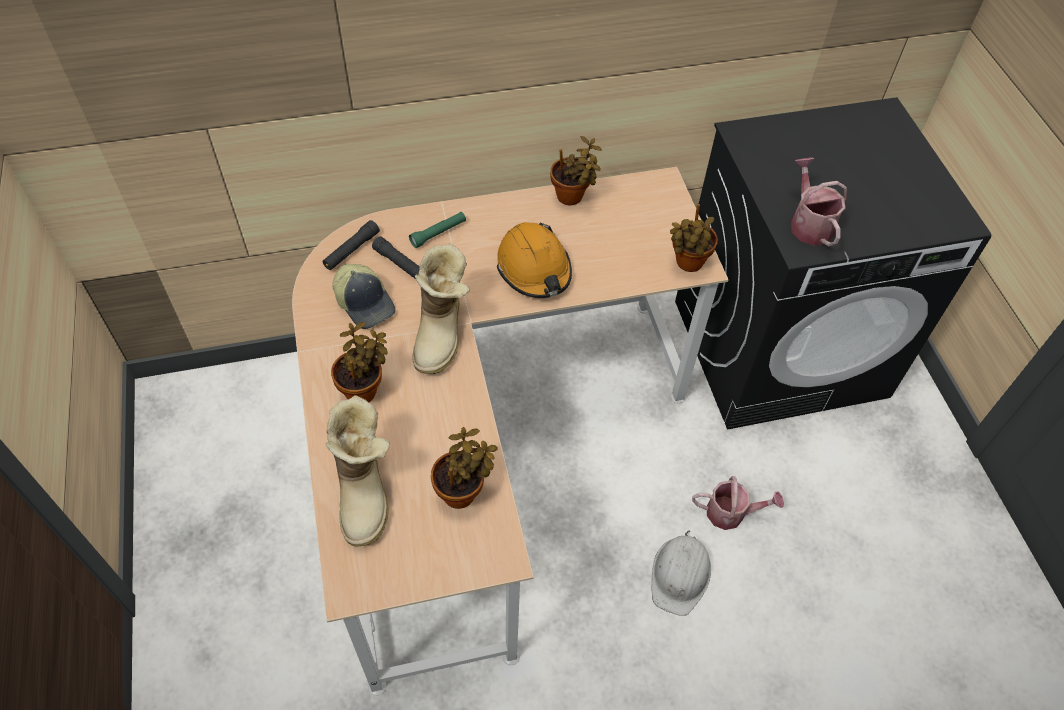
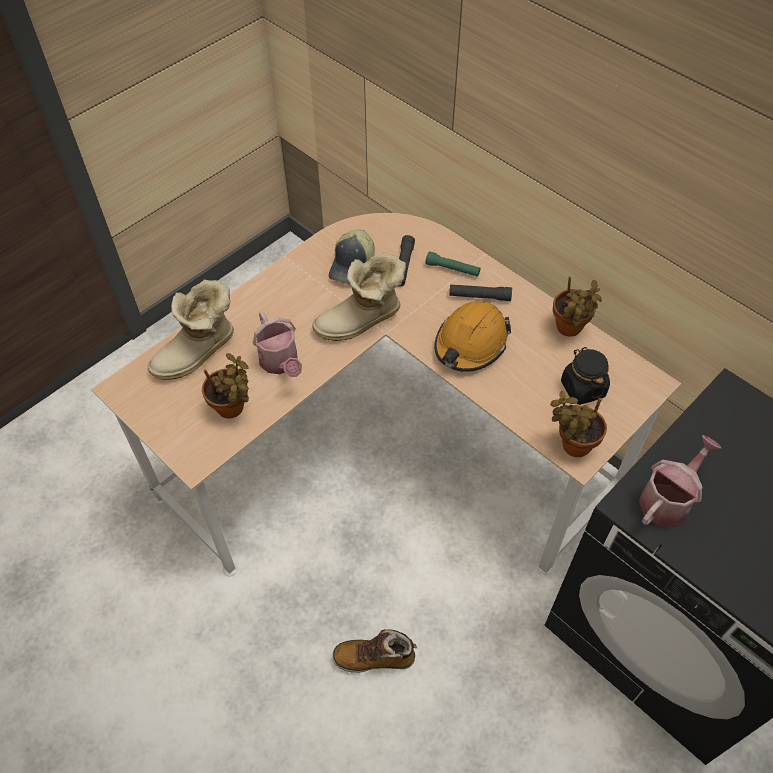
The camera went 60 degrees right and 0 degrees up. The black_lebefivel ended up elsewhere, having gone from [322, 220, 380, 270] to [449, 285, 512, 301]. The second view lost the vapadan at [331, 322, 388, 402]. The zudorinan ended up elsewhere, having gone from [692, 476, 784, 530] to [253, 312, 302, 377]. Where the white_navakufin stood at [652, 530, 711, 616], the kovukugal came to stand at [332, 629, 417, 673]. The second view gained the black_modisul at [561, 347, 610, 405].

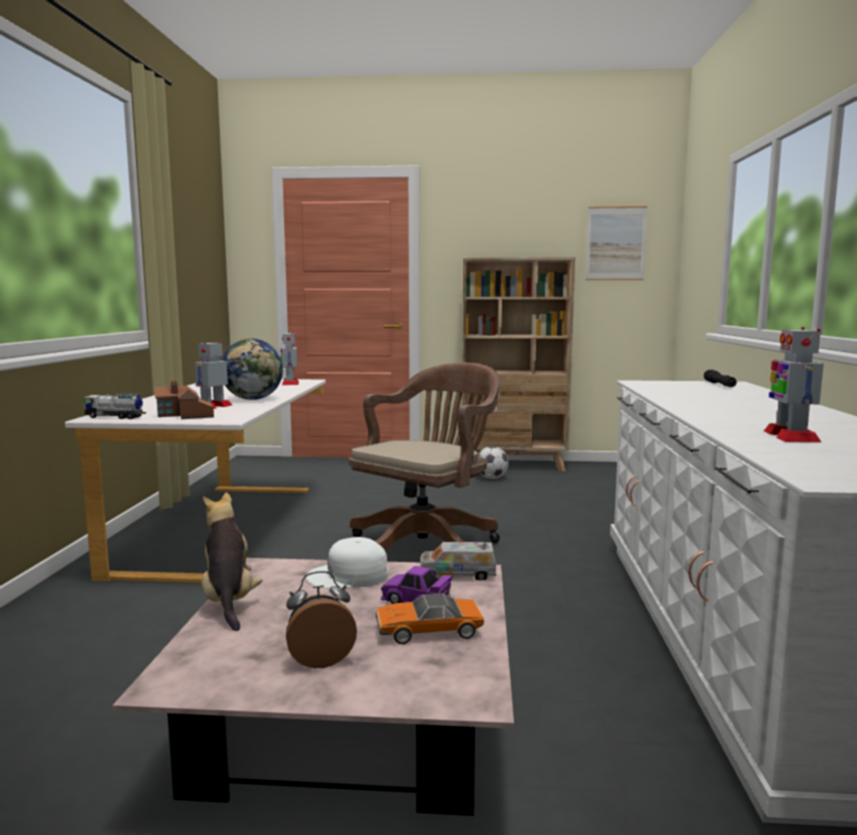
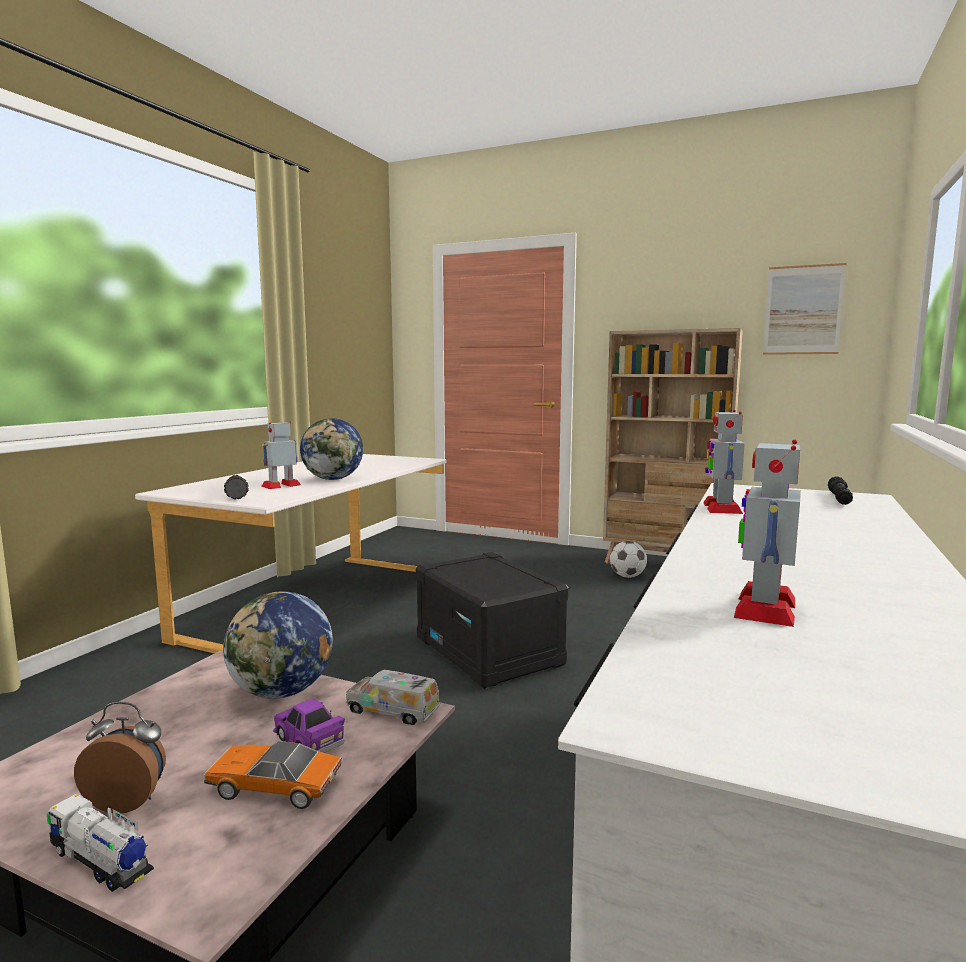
The camera went 20 degrees right and 0 degrees up. The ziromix ended up elsewhere, having gone from [280, 332, 299, 385] to [703, 410, 745, 514]. Where the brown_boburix stood at [349, 362, 500, 551], the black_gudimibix came to stand at [416, 552, 569, 689]. Where the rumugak stood at [154, 381, 214, 419], the lebefivel came to stand at [224, 475, 249, 499]. The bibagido ended up elsewhere, having gone from [83, 393, 146, 419] to [47, 794, 154, 892]. The second view lost the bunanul at [201, 492, 263, 631]. Where the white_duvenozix stood at [306, 537, 388, 589], the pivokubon came to stand at [223, 591, 333, 699].

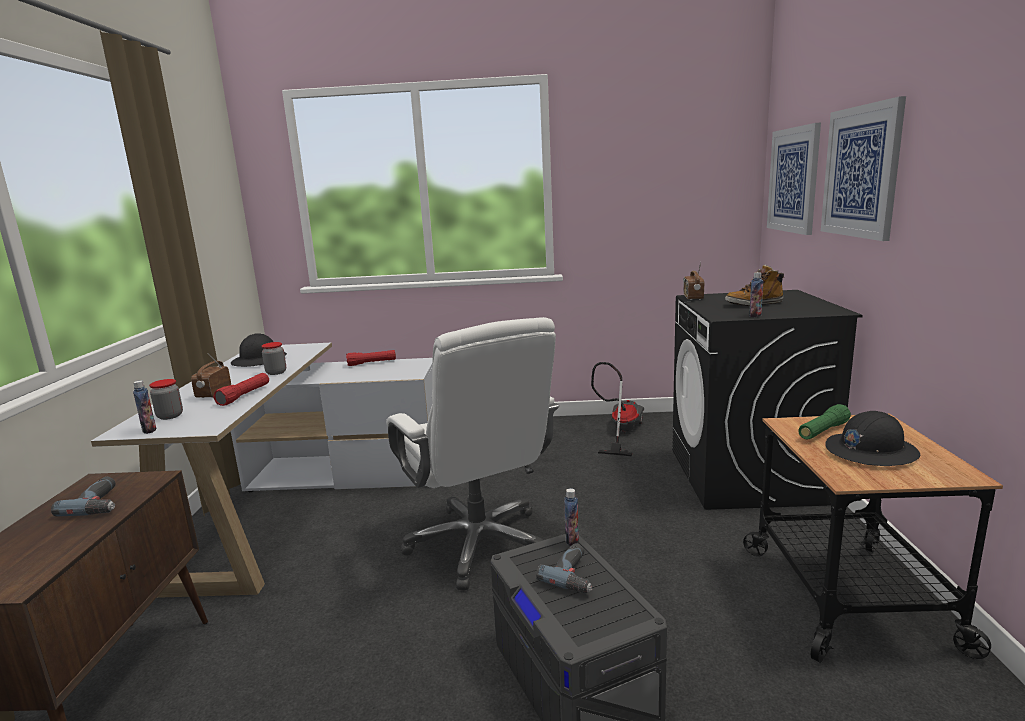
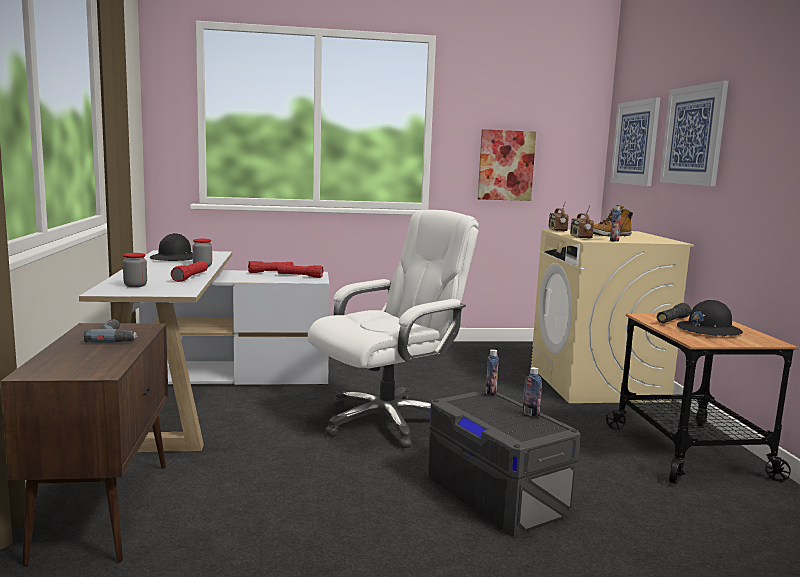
The camera went 10 degrees left and 5 degrees down. What was the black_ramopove at [672, 290, 863, 510] turned into the beige_ramopove at [531, 229, 694, 403]. The white_boburix at [386, 317, 559, 590] ended up facing another way, 90 degrees counterclockwise from before. The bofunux ended up elsewhere, having gone from [191, 353, 231, 398] to [570, 204, 594, 239]. The second view lost the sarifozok at [591, 362, 644, 456]. The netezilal ended up elsewhere, having gone from [133, 380, 156, 434] to [523, 367, 542, 417]. What was the green_lebefivel at [798, 404, 851, 440] turned into the black_lebefivel at [657, 303, 691, 323]. The second view lost the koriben at [536, 543, 593, 593]. The second view gained the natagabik at [478, 129, 536, 201]. The second view gained the red_lebefivel at [277, 264, 324, 278].

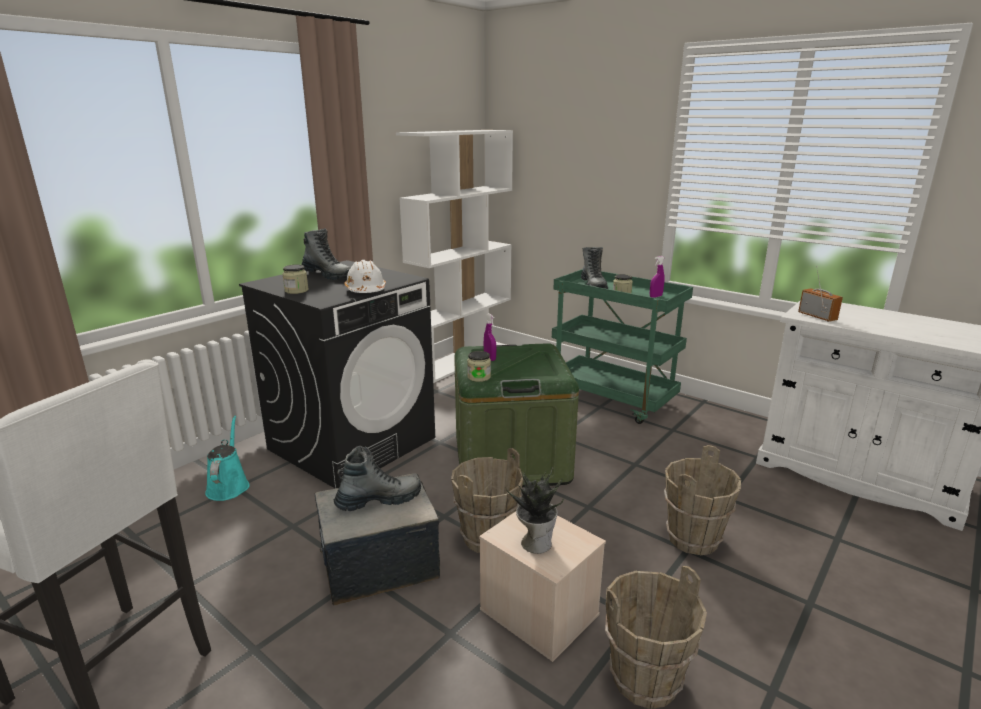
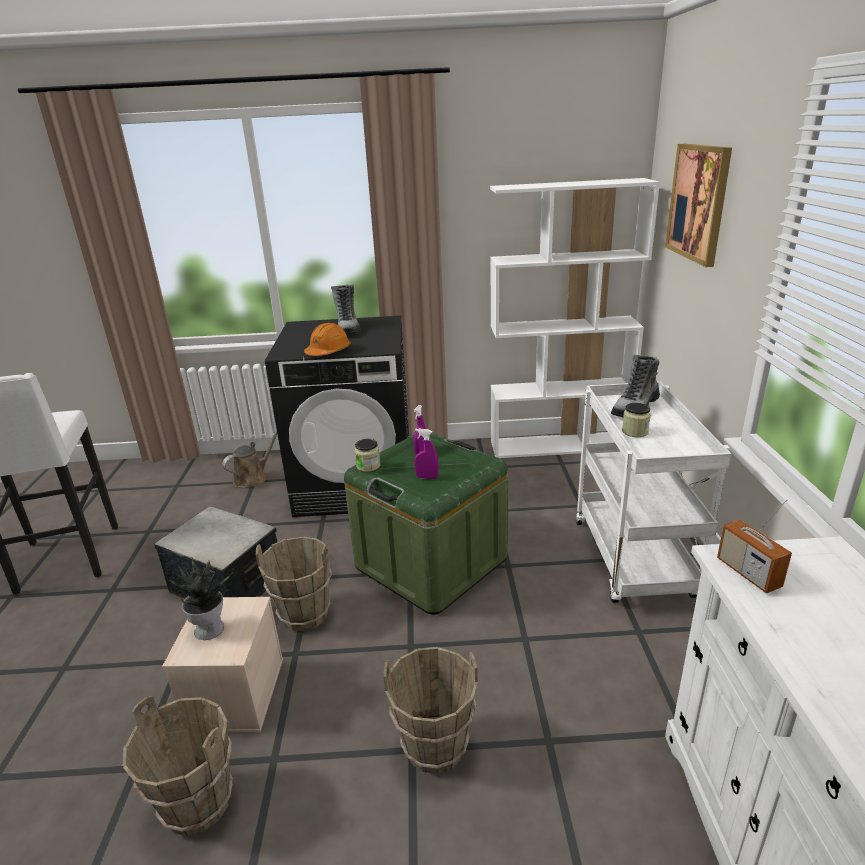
The camera went 50 degrees right and 5 degrees up. The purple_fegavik ended up elsewhere, having gone from [650, 256, 664, 298] to [414, 428, 438, 479]. What was the white_navakufin at [344, 260, 386, 293] turned into the orange_navakufin at [304, 323, 351, 356]. The second view lost the modisul at [282, 264, 308, 294]. The bofunux at [798, 266, 843, 322] ended up facing another way, 135 degrees clockwise from before. What was the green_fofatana at [552, 269, 693, 424] turned into the white_fofatana at [576, 381, 731, 603]. What was the turquoise_zudorinan at [205, 416, 250, 501] turned into the brown_zudorinan at [222, 430, 277, 488]. The second view lost the kovukugal at [333, 446, 421, 511]. The second view gained the natagabik at [665, 144, 732, 267].

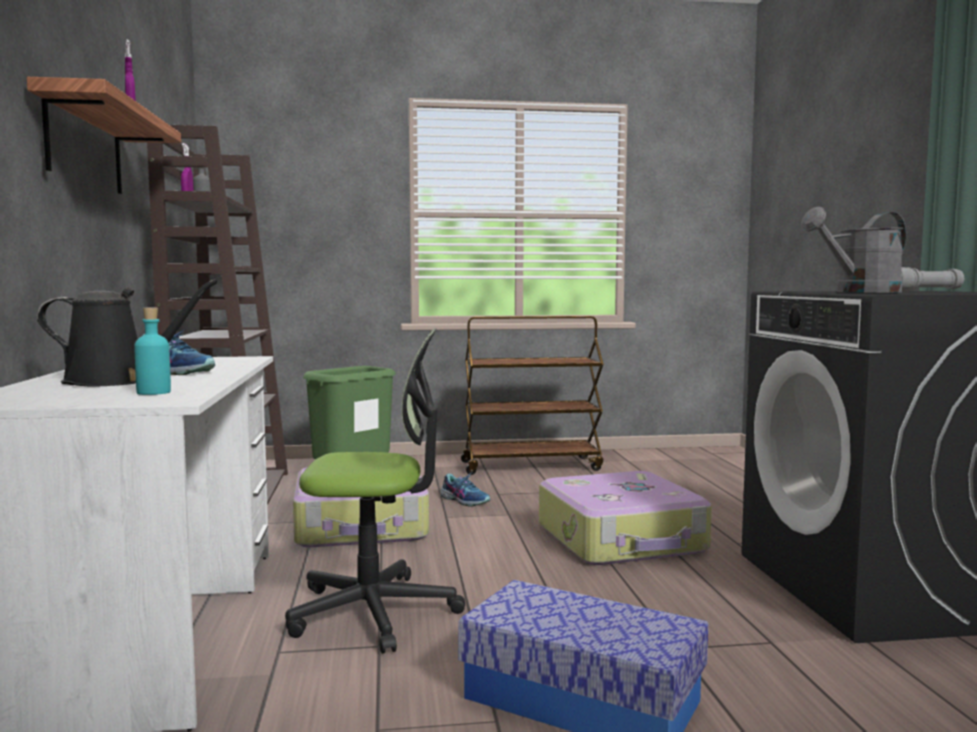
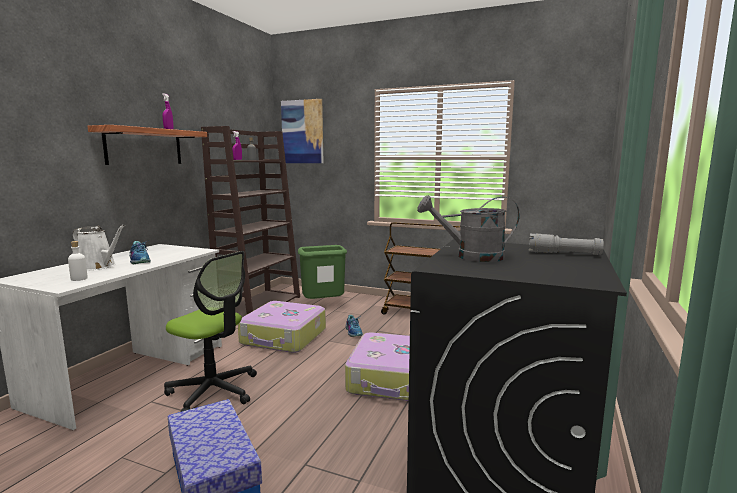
The camera went 30 degrees right and 5 degrees up. What was the black_zudorinan at [37, 279, 218, 386] turned into the white_zudorinan at [73, 225, 125, 271]. What was the turquoise_netezilal at [134, 308, 171, 395] turned into the white_netezilal at [68, 241, 88, 281]. The second view gained the natagabik at [281, 99, 324, 163].

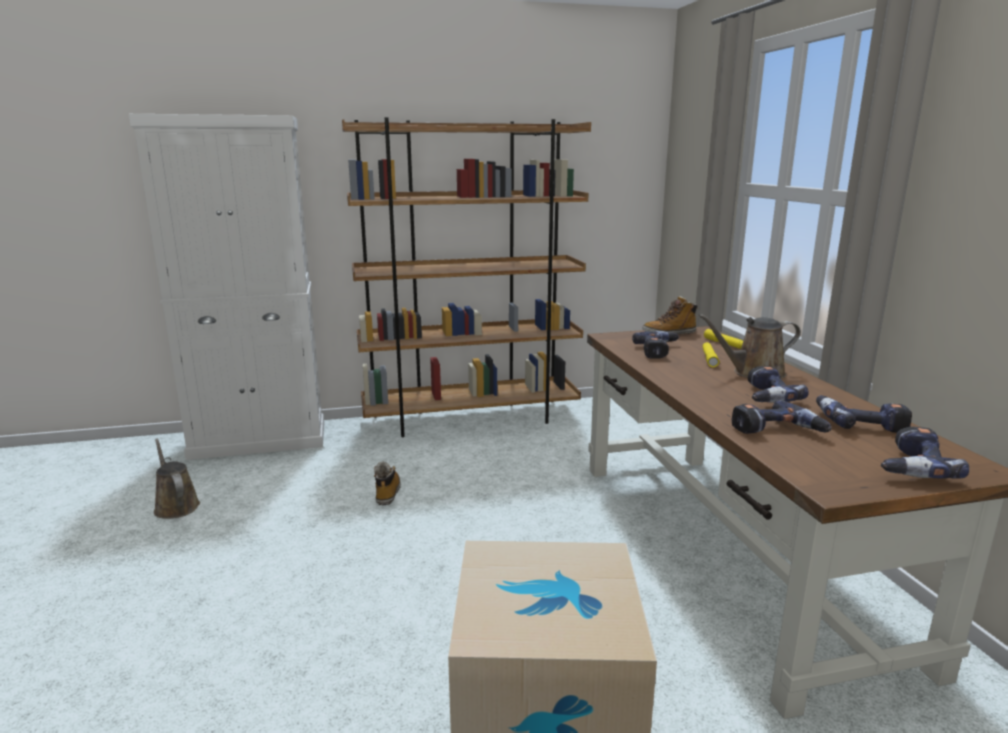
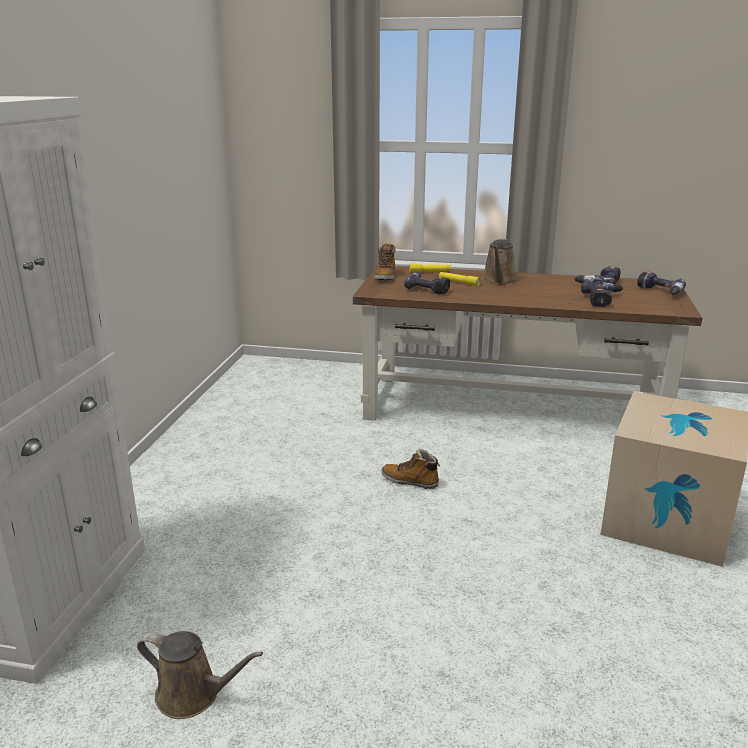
The camera went 65 degrees left and 5 degrees up. The second view lost the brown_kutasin at [342, 117, 591, 437]. The second view lost the koriben at [748, 366, 809, 403]. The brown_zudorinan at [154, 439, 200, 519] ended up facing another way, 150 degrees counterclockwise from before. The kovukugal ended up elsewhere, having gone from [374, 462, 401, 505] to [381, 449, 440, 489].

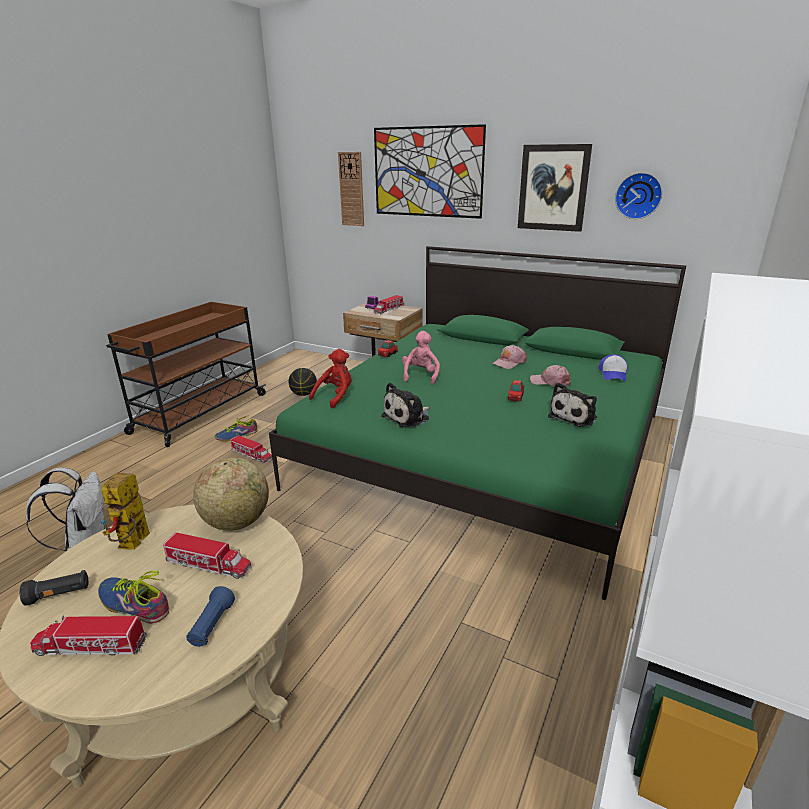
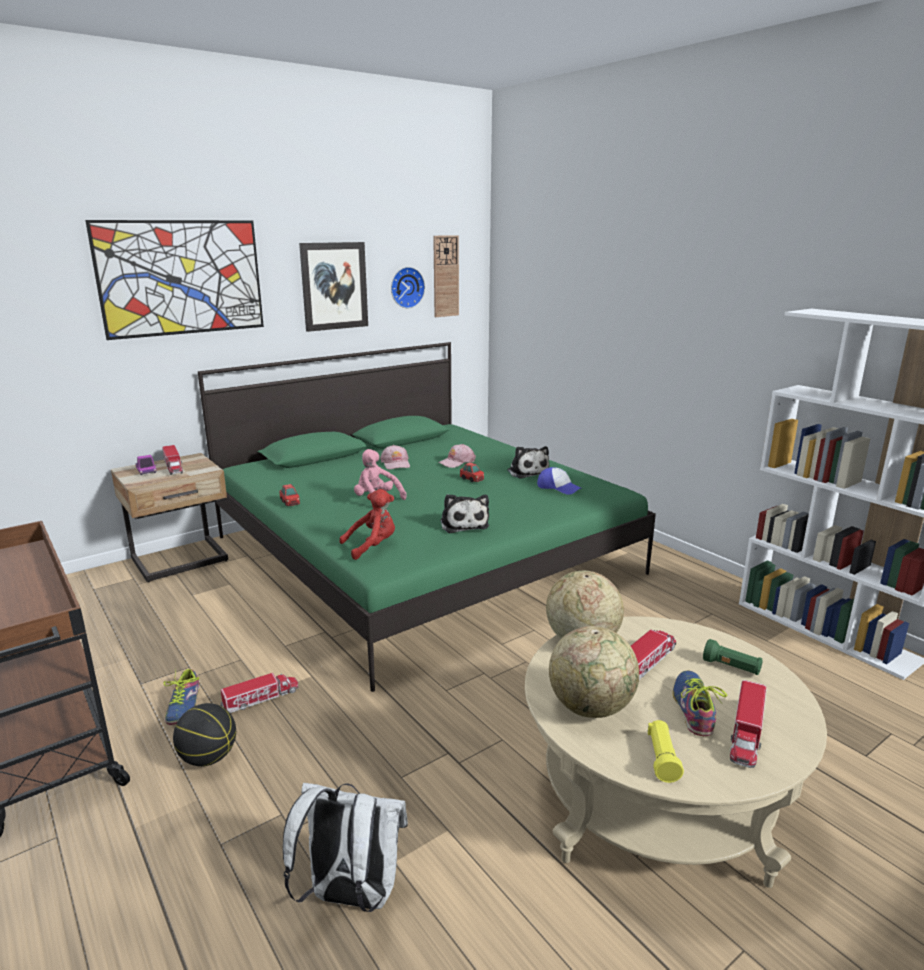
The camera went 65 degrees left and 5 degrees down. The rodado ended up elsewhere, having gone from [338, 152, 364, 226] to [433, 235, 459, 317]. The red_bunanul at [309, 349, 352, 408] ended up facing another way, 90 degrees clockwise from before. The duvenozix ended up elsewhere, having gone from [599, 355, 627, 381] to [537, 467, 582, 495]. The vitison ended up elsewhere, having gone from [289, 368, 317, 396] to [173, 703, 236, 766]. Where the ziromix stood at [101, 473, 150, 550], the pivokubon came to stand at [549, 626, 639, 718]. What was the black_lebefivel at [20, 570, 89, 606] turned into the yellow_lebefivel at [648, 720, 684, 783]. The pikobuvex at [98, 571, 169, 624] ended up facing another way, 135 degrees clockwise from before. What was the blue_lebefivel at [186, 586, 235, 647] turned into the green_lebefivel at [703, 639, 762, 675].

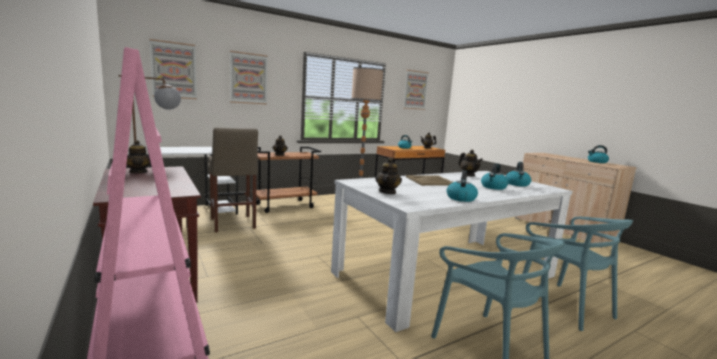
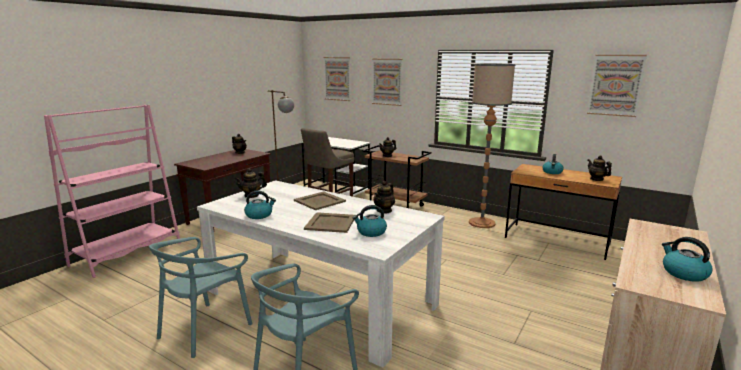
The camera went 65 degrees right and 5 degrees up. Where the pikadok stood at [481, 163, 508, 190], the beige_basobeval came to stand at [304, 212, 354, 233].

